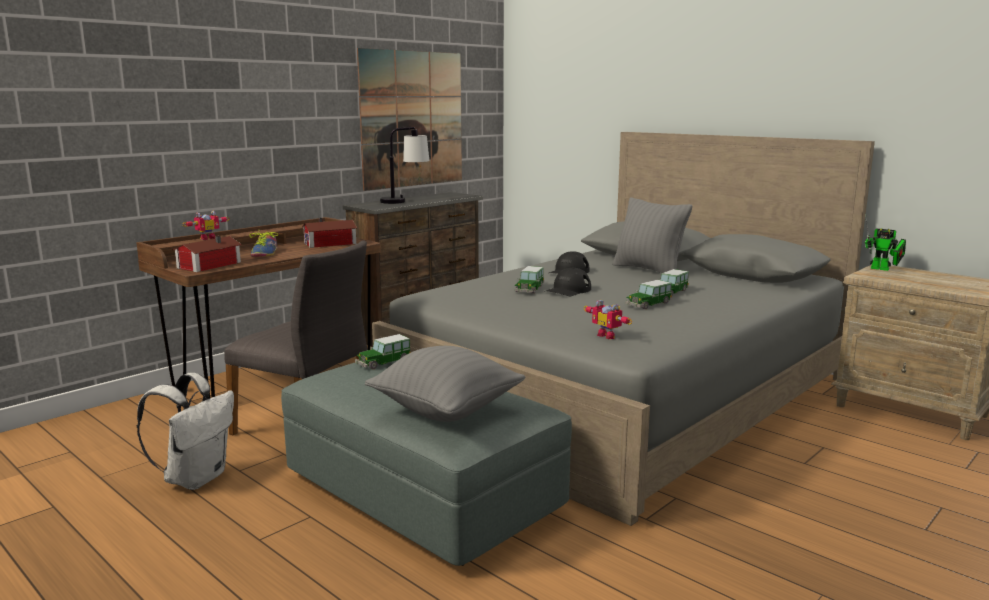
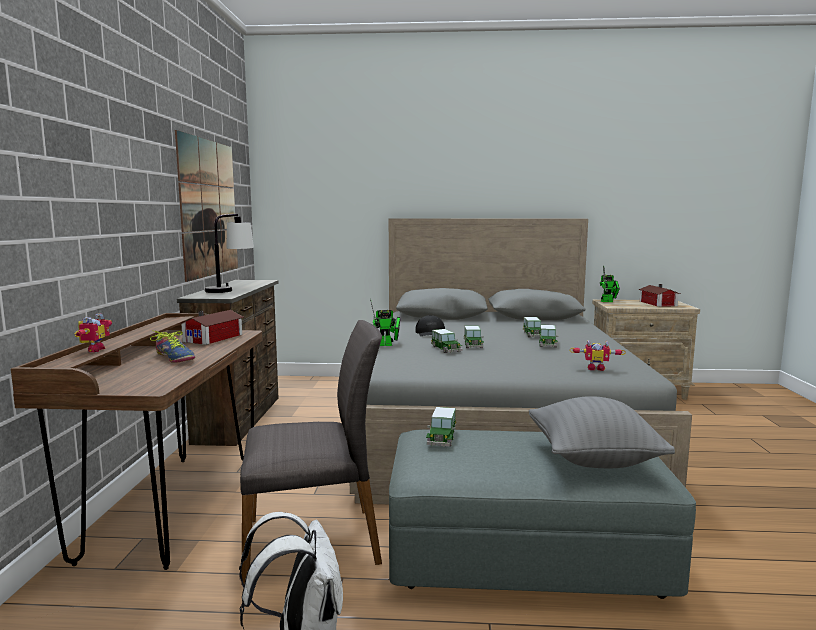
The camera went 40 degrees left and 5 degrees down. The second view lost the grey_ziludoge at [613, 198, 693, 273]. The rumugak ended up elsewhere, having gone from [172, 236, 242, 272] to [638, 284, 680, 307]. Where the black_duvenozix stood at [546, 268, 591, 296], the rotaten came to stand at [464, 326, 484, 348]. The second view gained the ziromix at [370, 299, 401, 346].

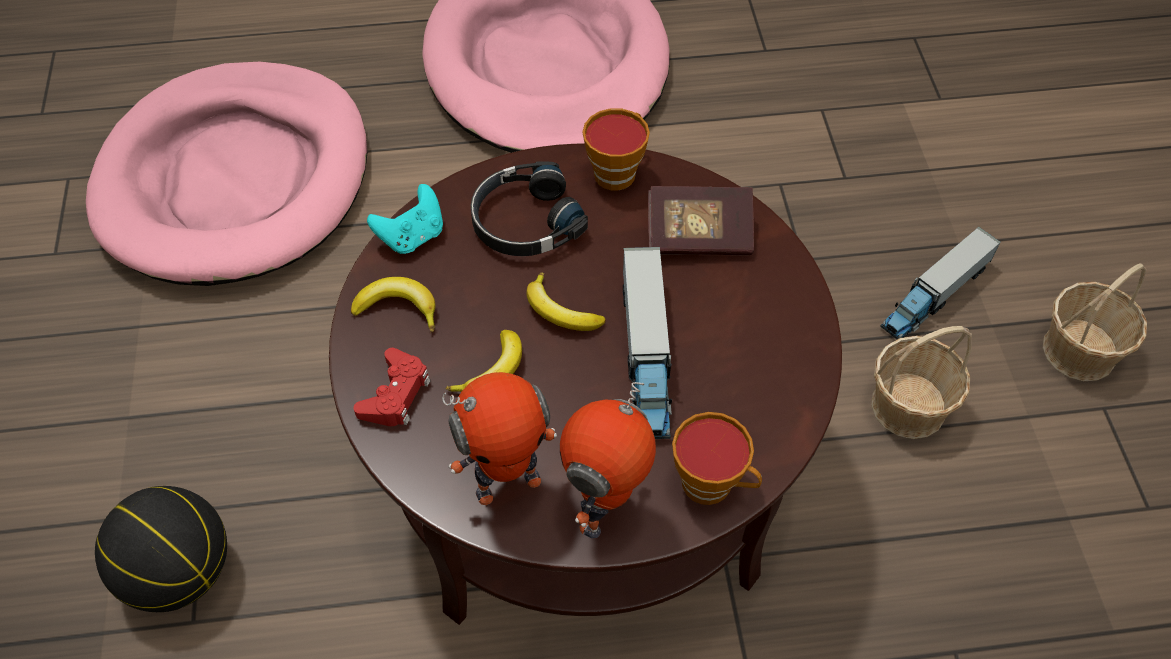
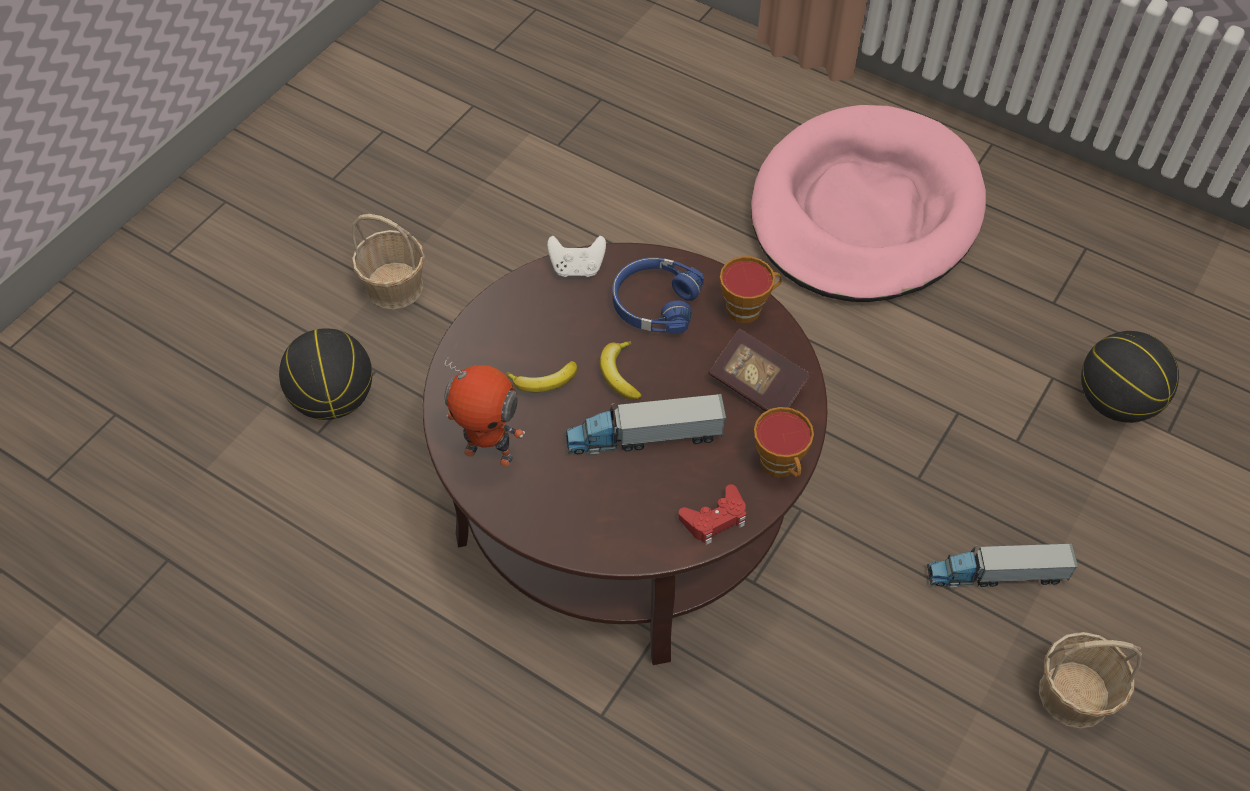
The camera went 40 degrees right and 0 degrees up. The second view lost the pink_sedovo at [86, 62, 368, 286]. What was the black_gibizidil at [471, 161, 588, 256] turned into the blue_gibizidil at [613, 257, 704, 334]. What was the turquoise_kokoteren at [367, 184, 443, 254] turned into the white_kokoteren at [547, 236, 606, 277]. The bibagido at [623, 247, 672, 439] ended up facing another way, 45 degrees clockwise from before. The second view lost the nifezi at [351, 277, 435, 332]. The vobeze ended up elsewhere, having gone from [871, 326, 972, 439] to [352, 214, 425, 310]. The red_kokoteren ended up elsewhere, having gone from [354, 348, 431, 426] to [678, 484, 747, 545]. The second view lost the ziromix at [560, 382, 656, 539]. The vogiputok ended up elsewhere, having gone from [672, 412, 762, 505] to [754, 407, 814, 478]. The second view gained the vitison at [1081, 331, 1179, 423].

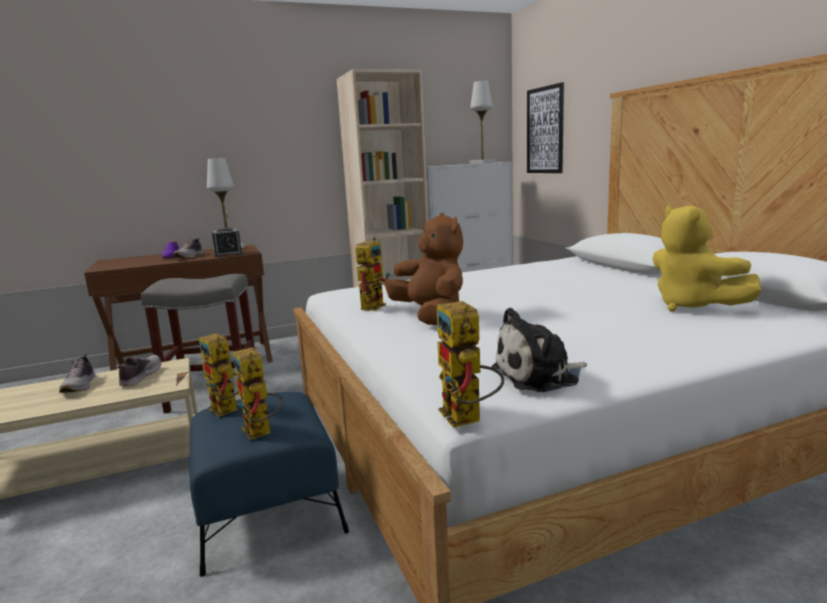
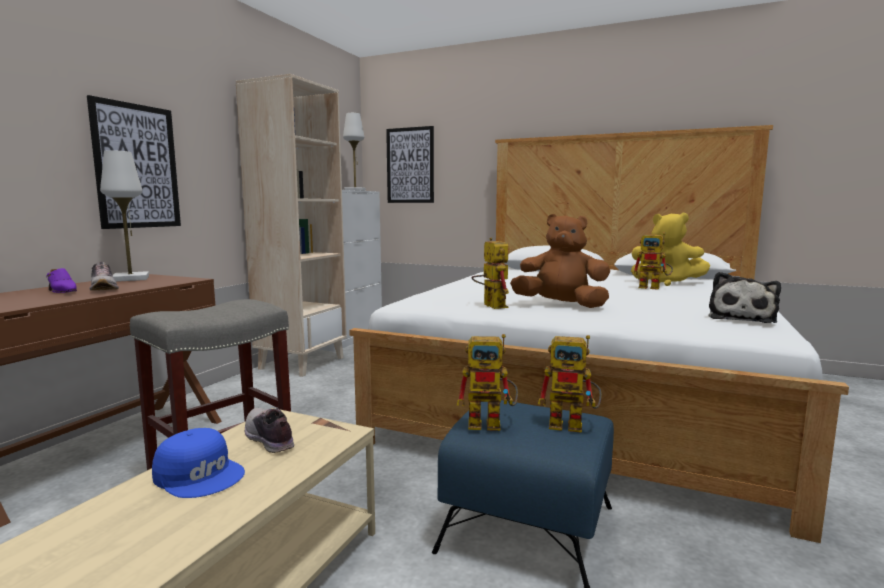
The camera went 45 degrees left and 5 degrees down. The second view lost the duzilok at [212, 227, 243, 258]. The ziromix ended up elsewhere, having gone from [437, 301, 504, 428] to [632, 232, 673, 290]. Where the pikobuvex stood at [59, 354, 95, 393], the blue_duvenozix came to stand at [152, 428, 245, 498]. The second view gained the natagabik at [87, 95, 181, 229].

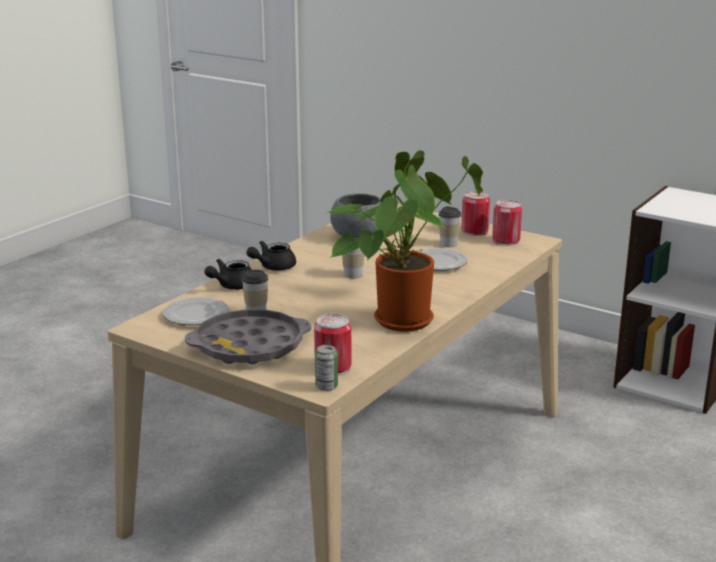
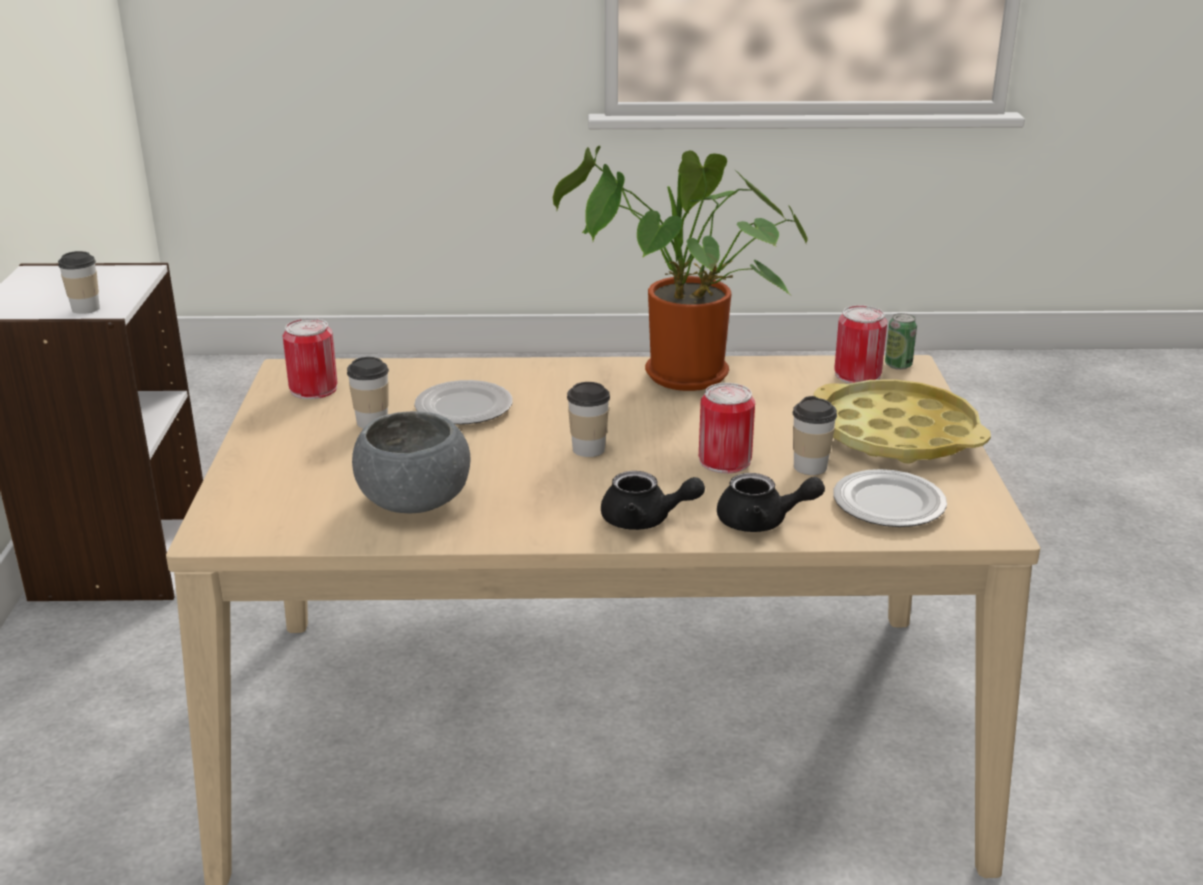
The camera went 125 degrees left and 5 degrees up. The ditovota ended up elsewhere, having gone from [461, 191, 490, 236] to [699, 383, 755, 474]. What was the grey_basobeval at [185, 309, 311, 364] turned into the yellow_basobeval at [814, 379, 991, 464]. The second view gained the vogiputok at [58, 251, 100, 314].

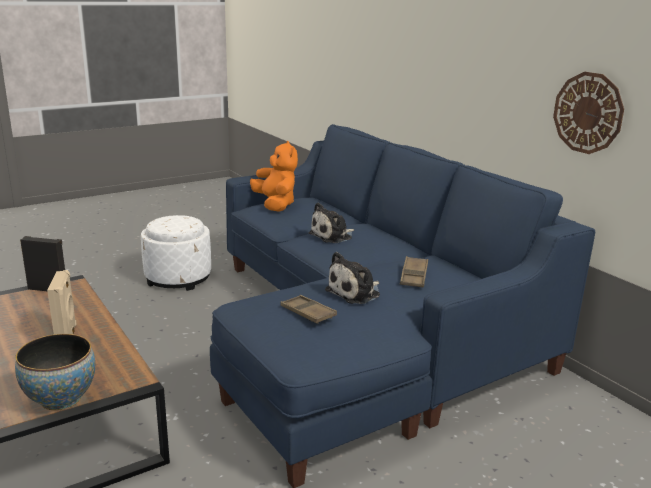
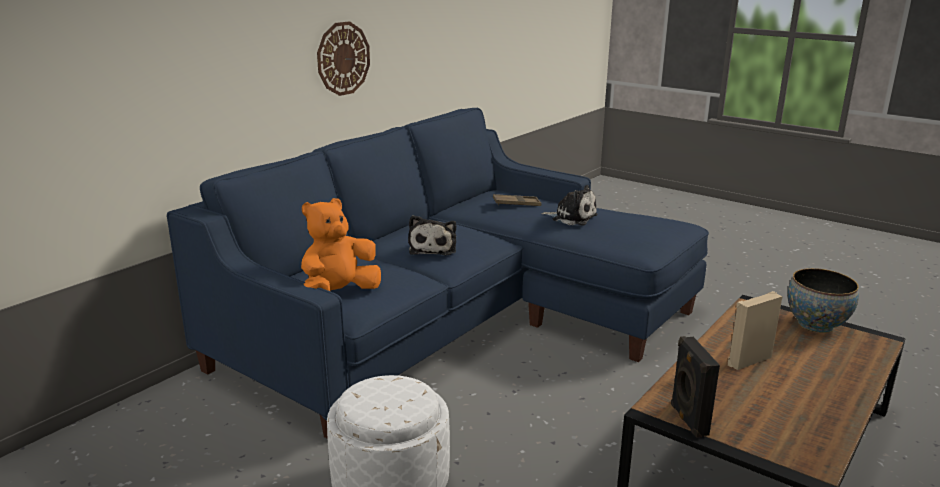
The camera went 110 degrees left and 0 degrees up. The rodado ended up elsewhere, having gone from [553, 72, 624, 154] to [317, 21, 370, 96]. The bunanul at [309, 202, 354, 243] ended up facing another way, 60 degrees clockwise from before. The second view lost the brown_basobeval at [280, 295, 337, 324].

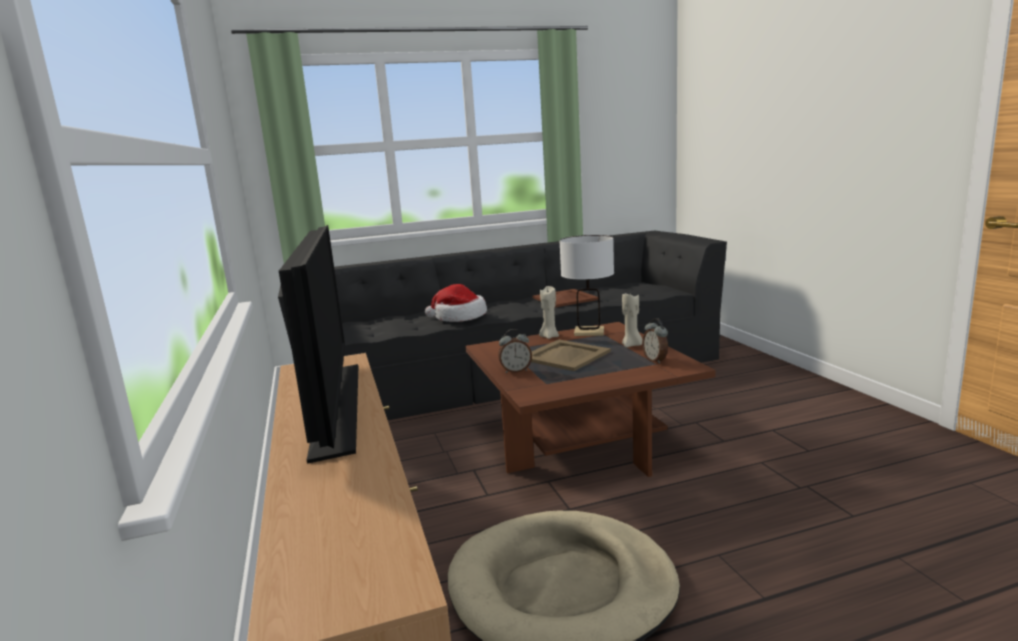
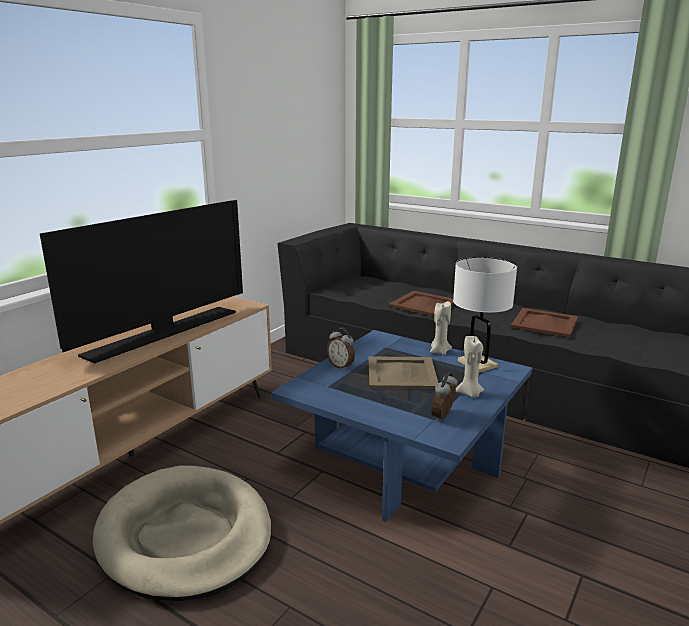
The camera went 50 degrees right and 5 degrees up. Where the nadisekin stood at [425, 284, 487, 322], the brown_basobeval came to stand at [389, 291, 454, 316]. What was the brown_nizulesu at [465, 322, 716, 477] turned into the blue_nizulesu at [271, 330, 532, 522].

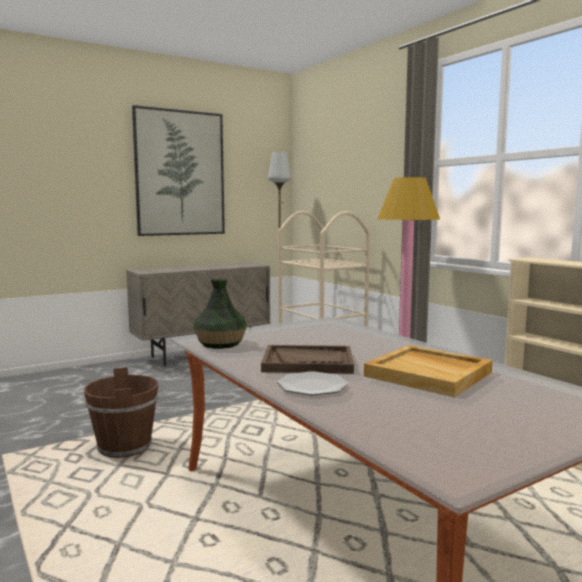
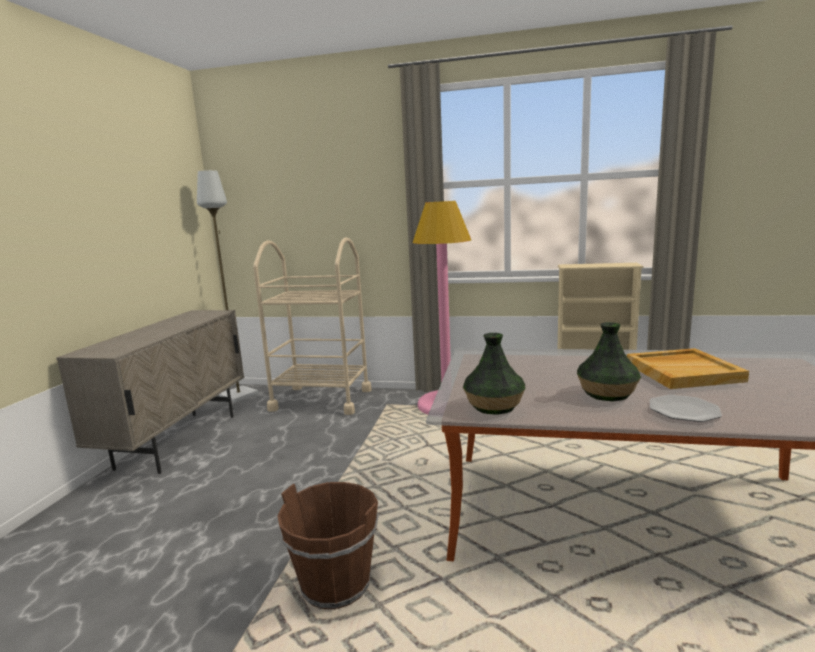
The camera went 45 degrees left and 5 degrees up. The second view lost the natagabik at [132, 105, 225, 236]. Where the brown_basobeval stood at [261, 345, 354, 374], the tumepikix came to stand at [577, 322, 641, 401].

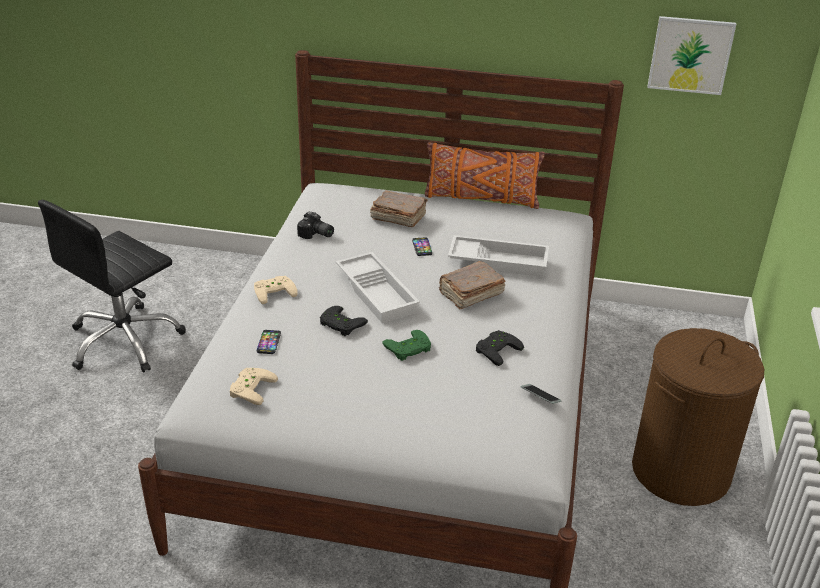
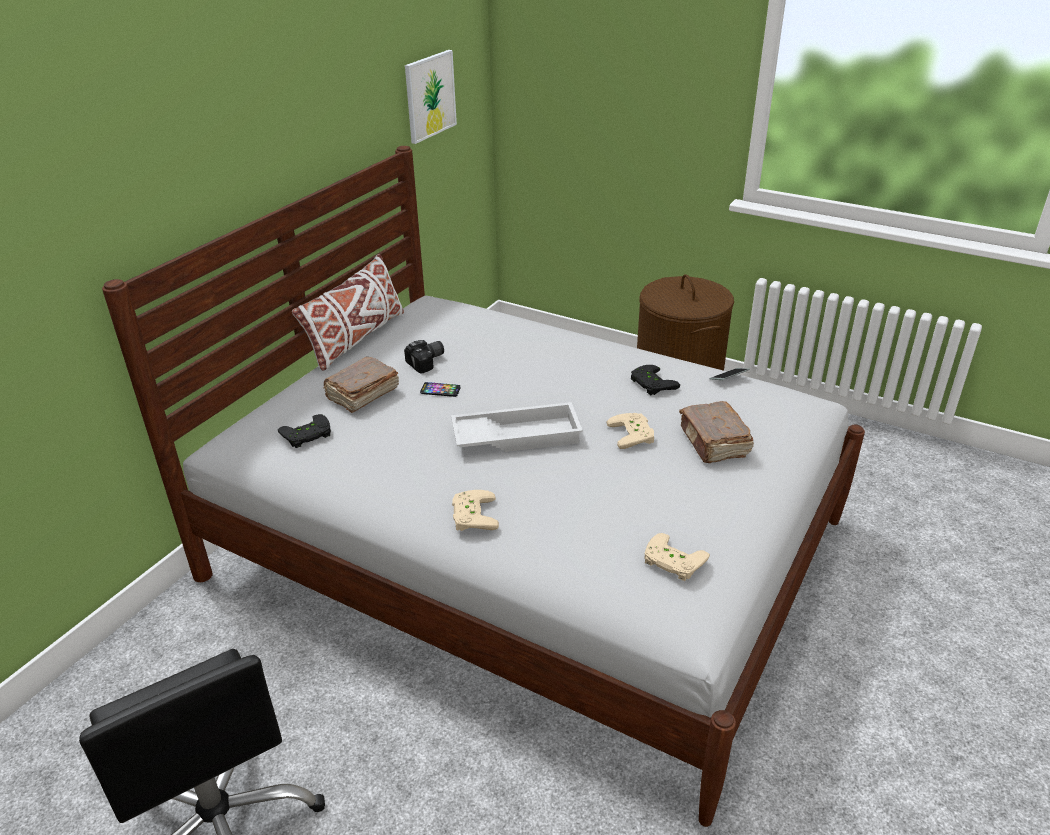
The camera went 70 degrees left and 0 degrees up. What was the orange_ziludoge at [425, 142, 545, 209] turned into the white_ziludoge at [292, 254, 404, 371]. The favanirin ended up elsewhere, having gone from [297, 211, 334, 239] to [404, 340, 444, 374]. The second view lost the white_basobeval at [448, 235, 549, 277]. The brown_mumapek ended up elsewhere, having gone from [439, 261, 506, 309] to [679, 401, 754, 463]. The black_kokoteren ended up elsewhere, having gone from [320, 306, 368, 336] to [278, 414, 331, 448]. The second view lost the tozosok at [257, 330, 281, 354]. What was the green_kokoteren at [382, 330, 431, 361] turned into the beige_kokoteren at [606, 413, 654, 449].

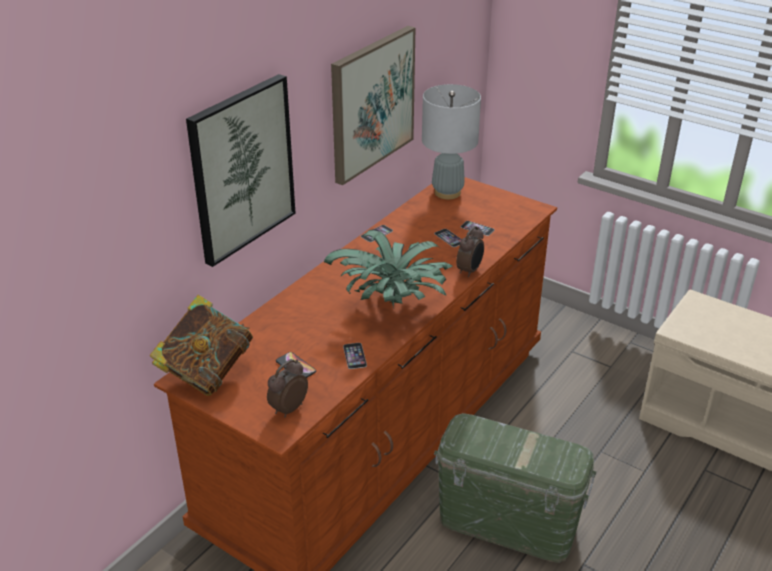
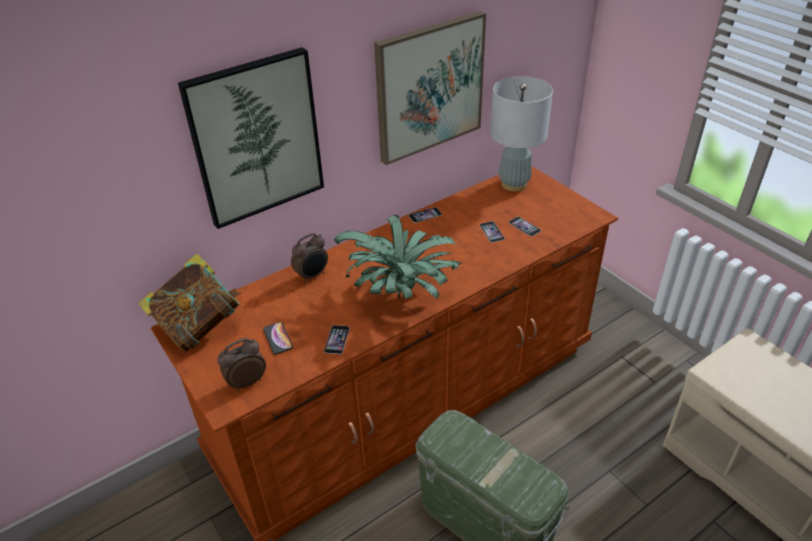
The camera went 20 degrees right and 5 degrees up. The duzilok ended up elsewhere, having gone from [456, 226, 484, 277] to [291, 233, 328, 283].

